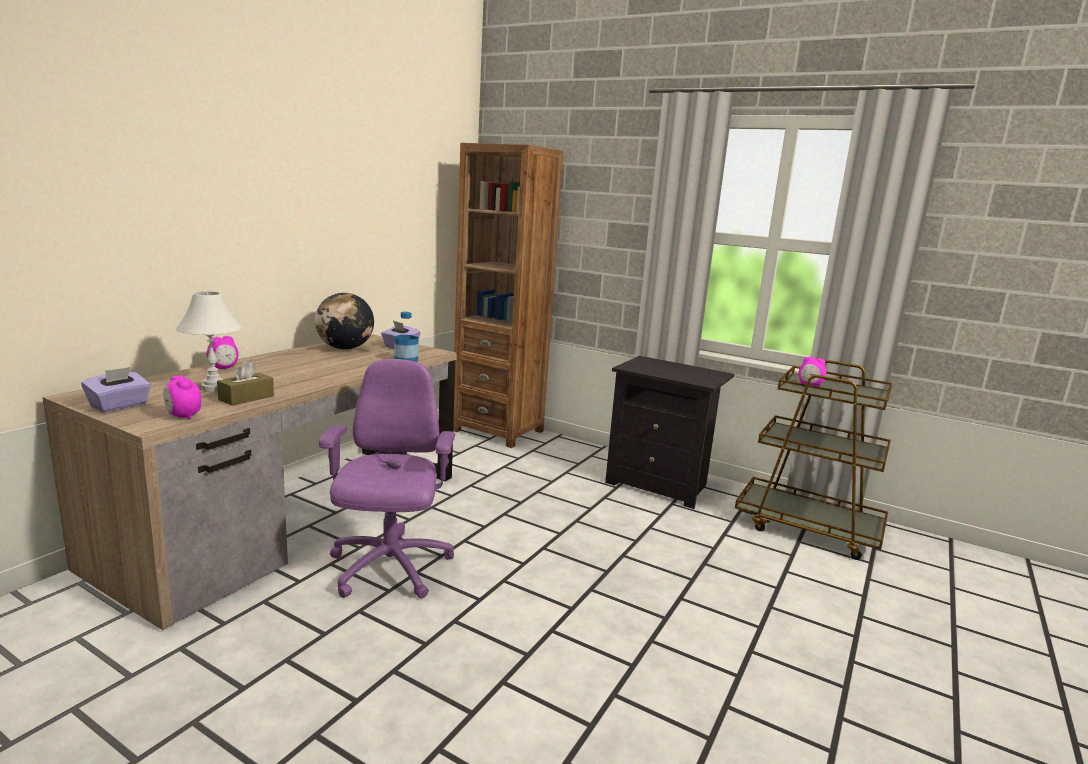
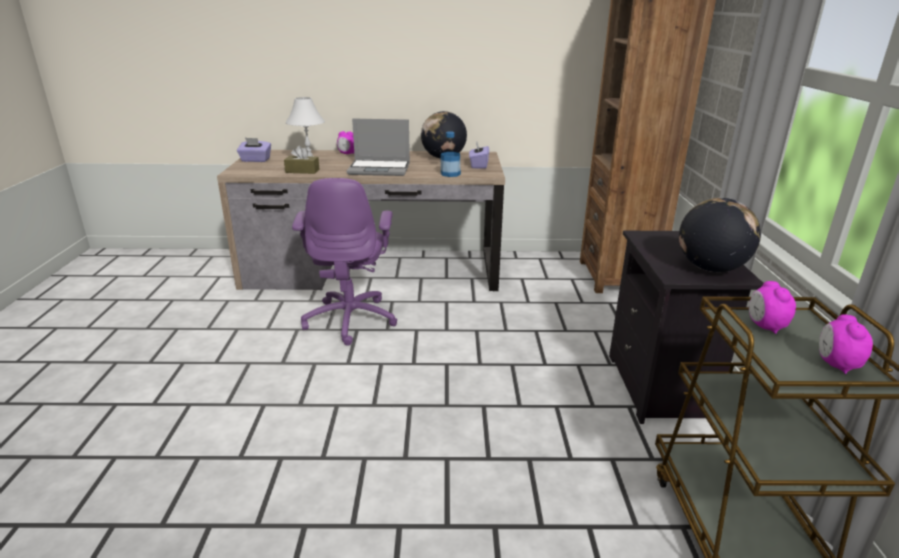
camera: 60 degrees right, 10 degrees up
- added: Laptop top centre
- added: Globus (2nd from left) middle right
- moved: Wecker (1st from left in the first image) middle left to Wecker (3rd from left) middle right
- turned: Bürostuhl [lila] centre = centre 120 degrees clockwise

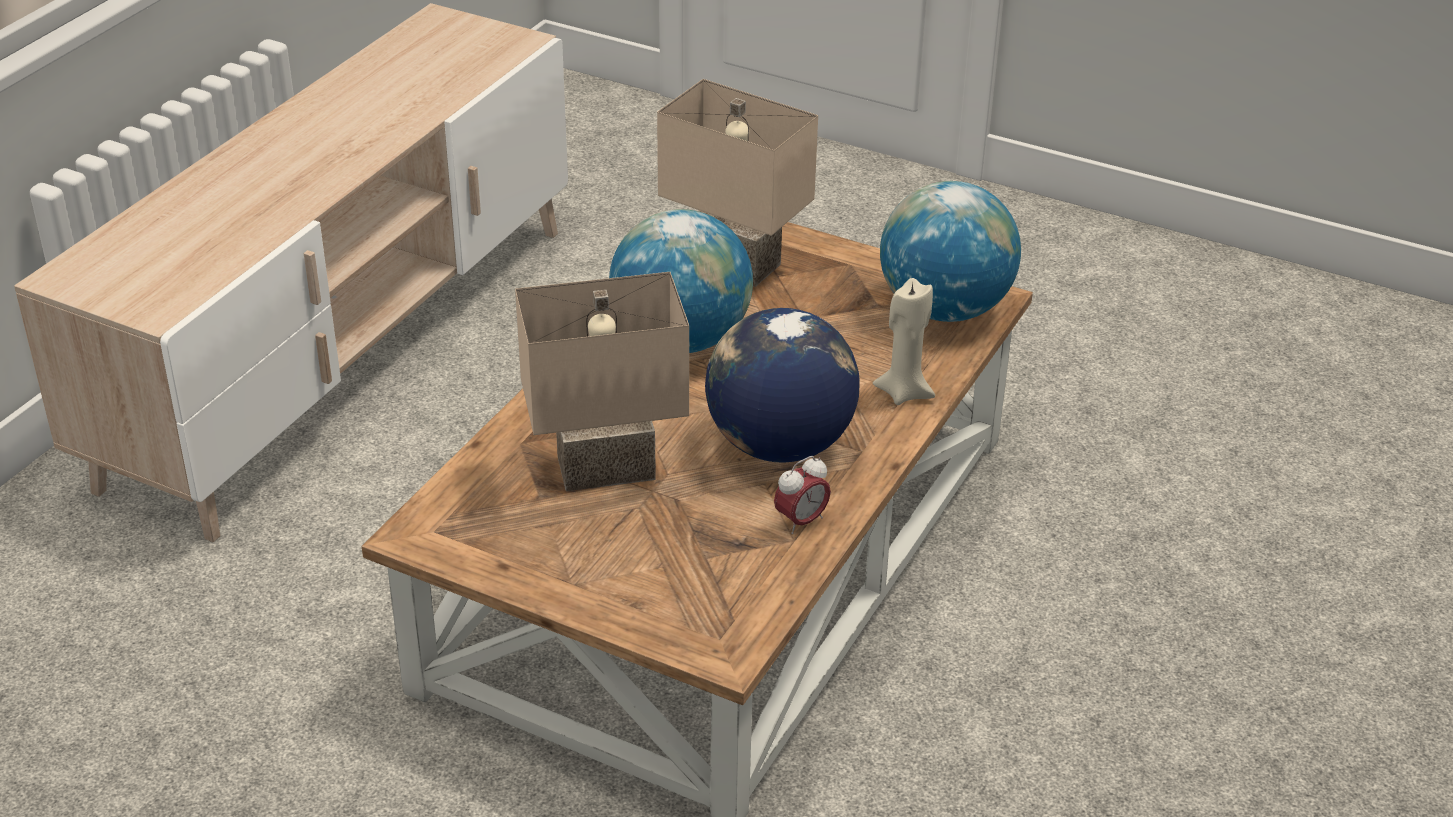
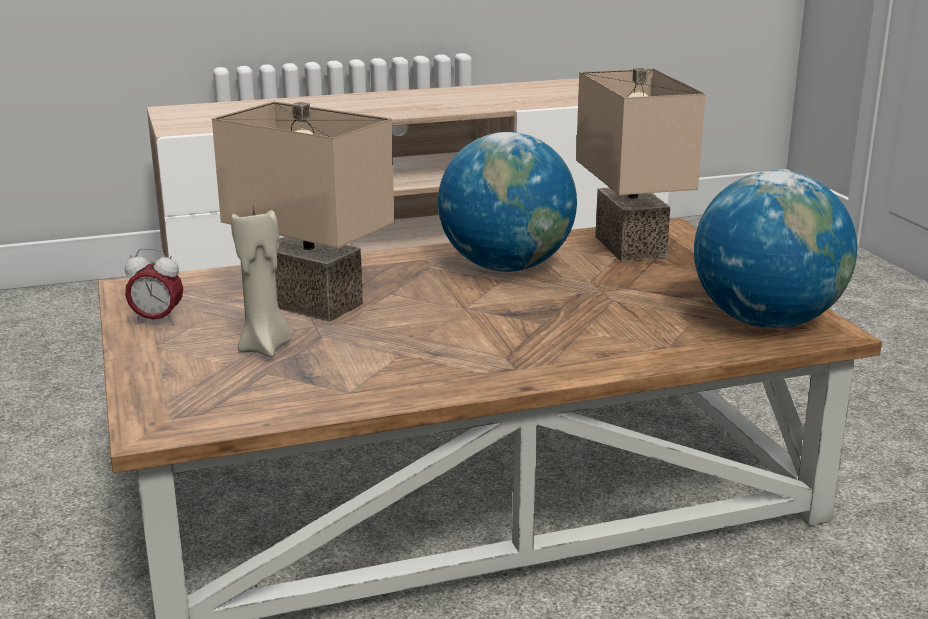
camera: 45 degrees right, 15 degrees down
- removed: Globus (2nd from left) centre
- moved: Wecker centre to middle left
- moved: Kerze [beige] centre to middle left

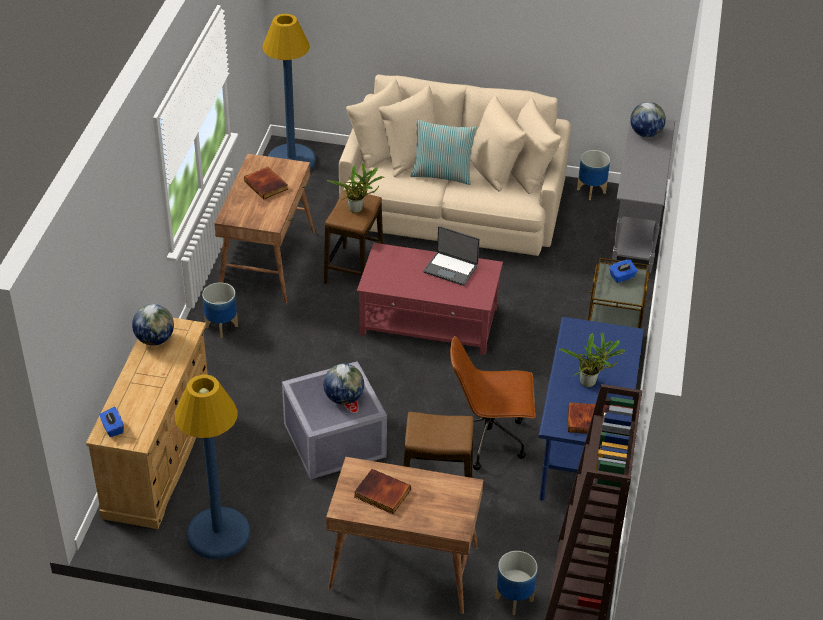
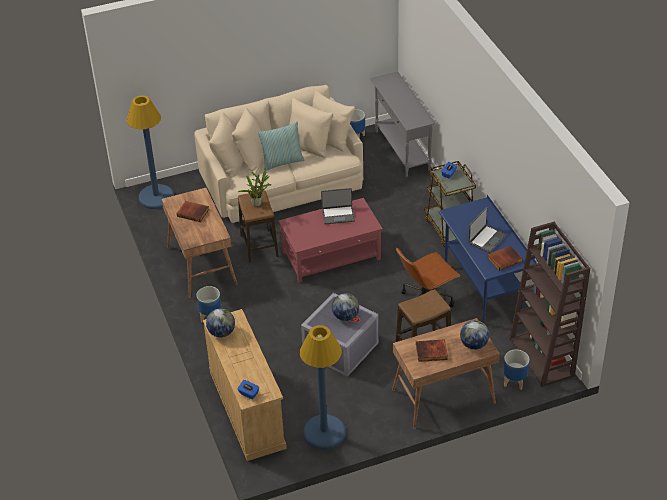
camera: 30 degrees left, 0 degrees up
- moved: Globus (3rd from left) top right to bottom right
- replaced: Topfpflanze (2nd from left) middle right to Laptop (2nd from left) middle right

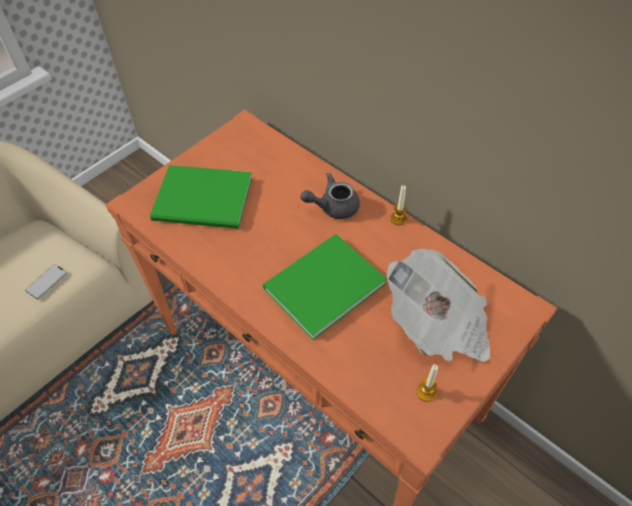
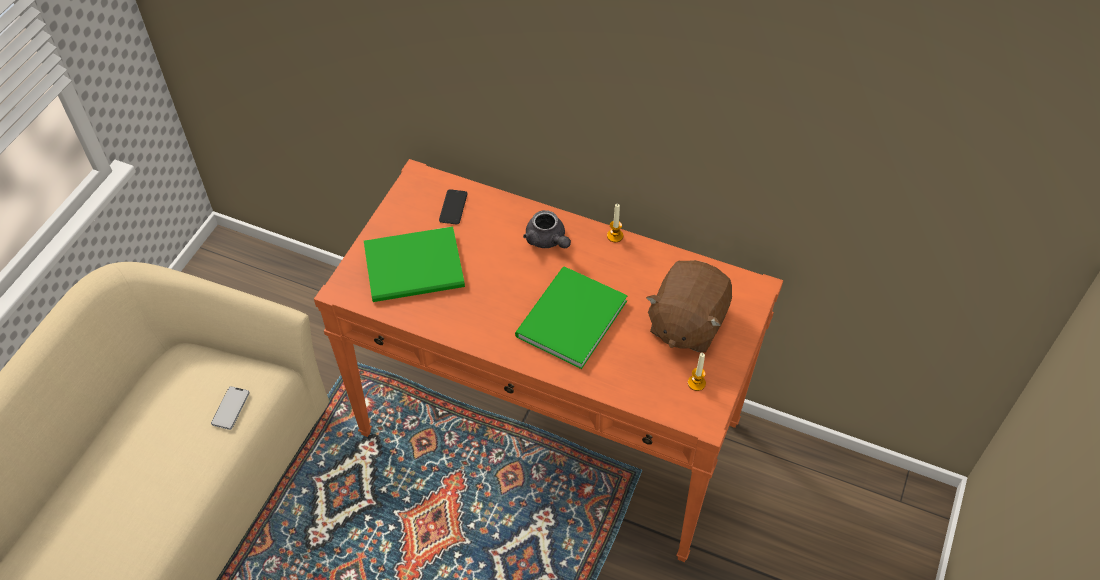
camera: 20 degrees left, 0 degrees up
- added: Handy (2nd from left) centre
- replaced: Zeitung middle right to Plüschtier [braun] centre
- turned: Teekanne [grau] centre = centre 90 degrees counterclockwise

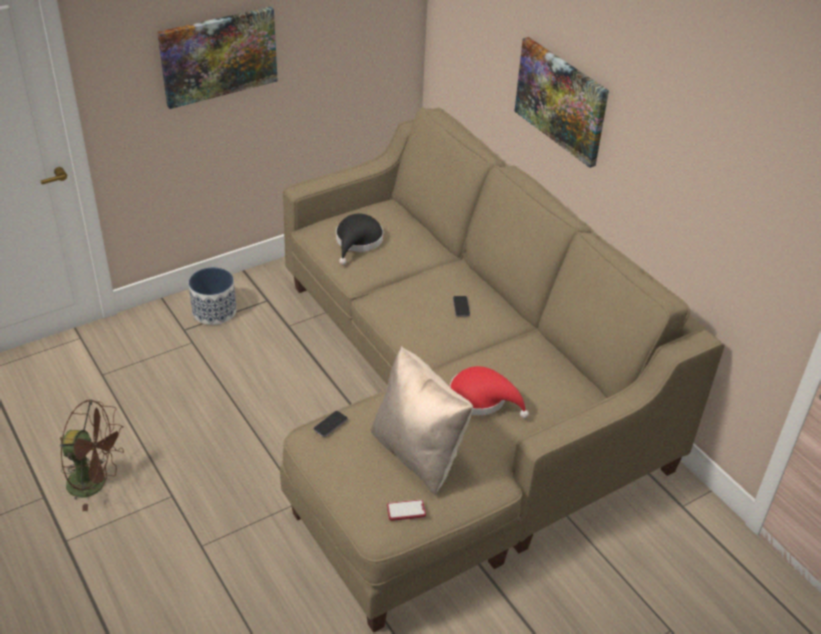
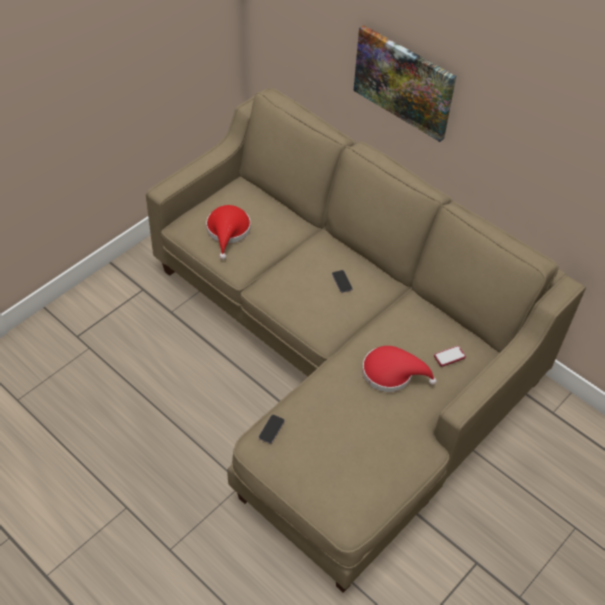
camera: 15 degrees left, 10 degrees up
- removed: Ventilator [braun] bottom left
- removed: Bild (1st from left) top left
- removed: Pflanzkübel middle left
- removed: Kissen [beige] centre
- moved: Handy (2nd from left in the first image) bottom centre to Handy (3rd from left) middle right
- recoloured: Hut [schwarz] centre to Hut [rot] (1st from left) centre

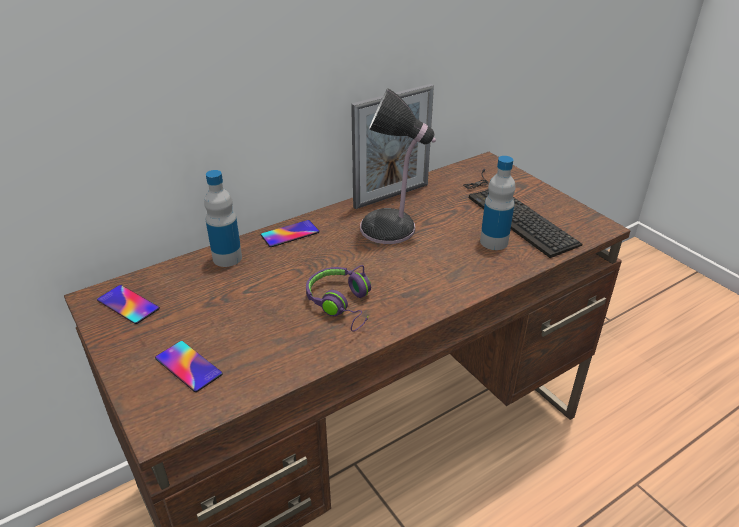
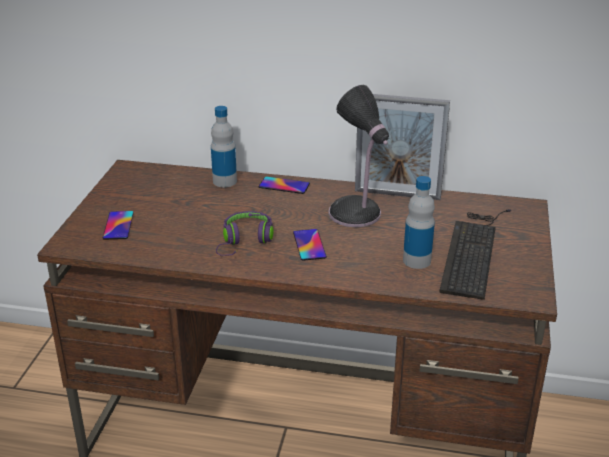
camera: 45 degrees right, 5 degrees down
- moved: Handy (1st from left in the first image) middle left to Handy (3rd from left) centre

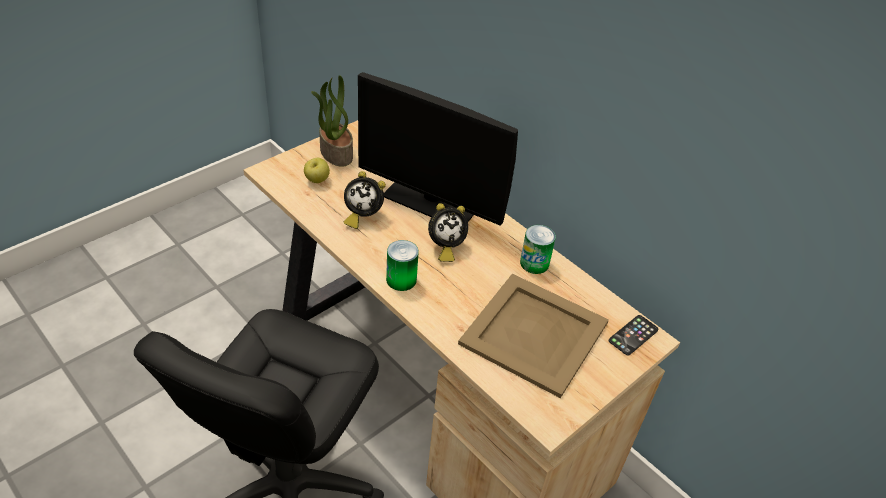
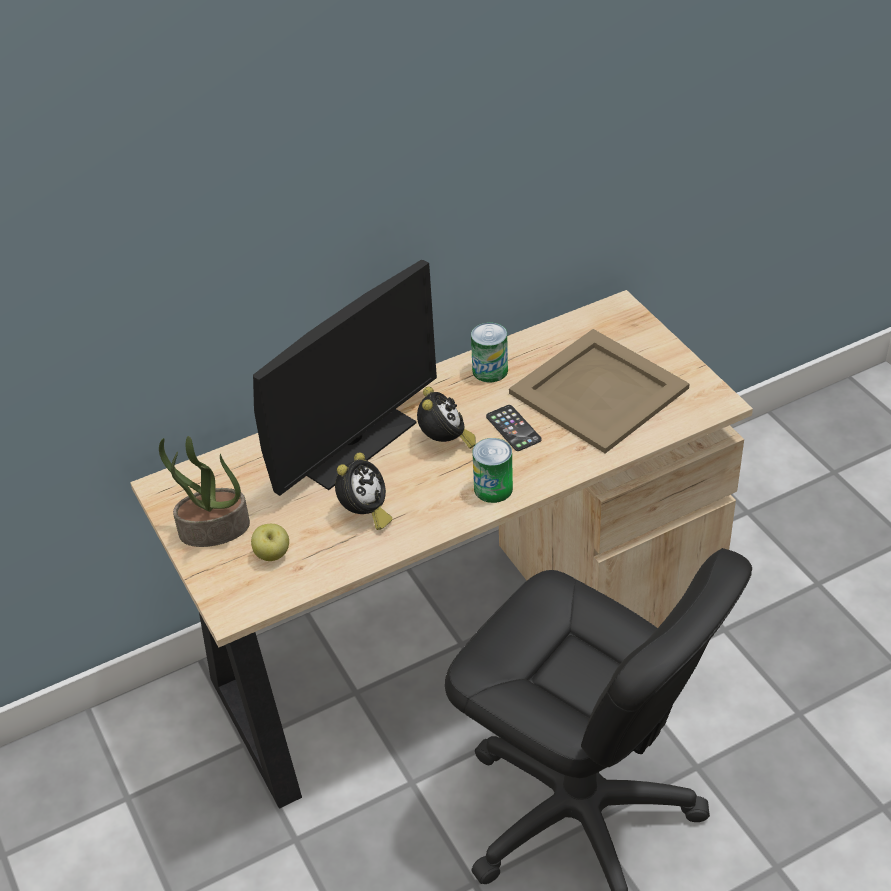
camera: 70 degrees left, 0 degrees up
- moved: Handy bottom right to centre

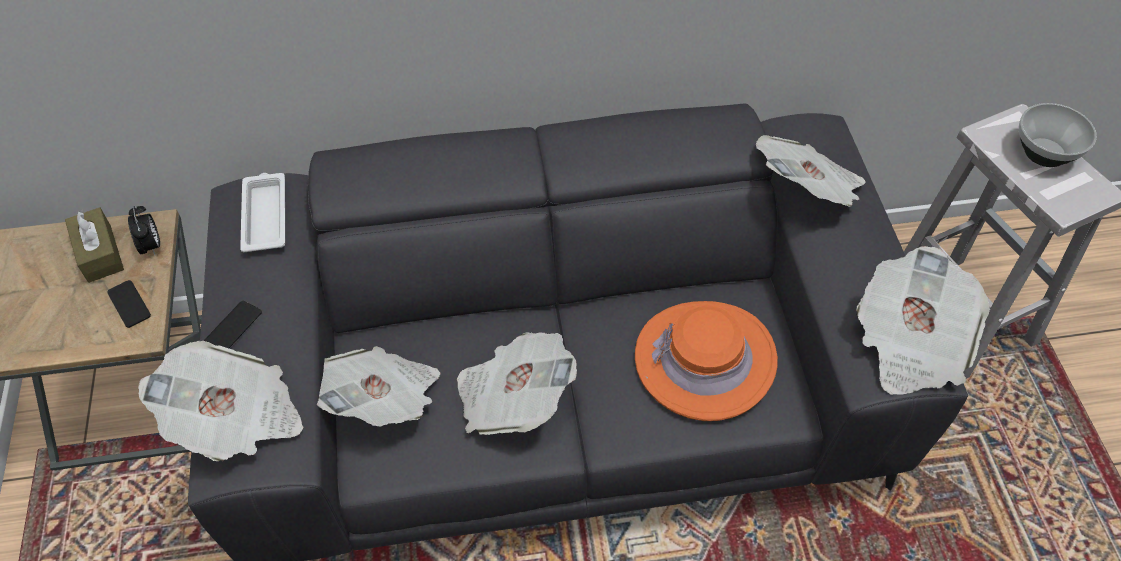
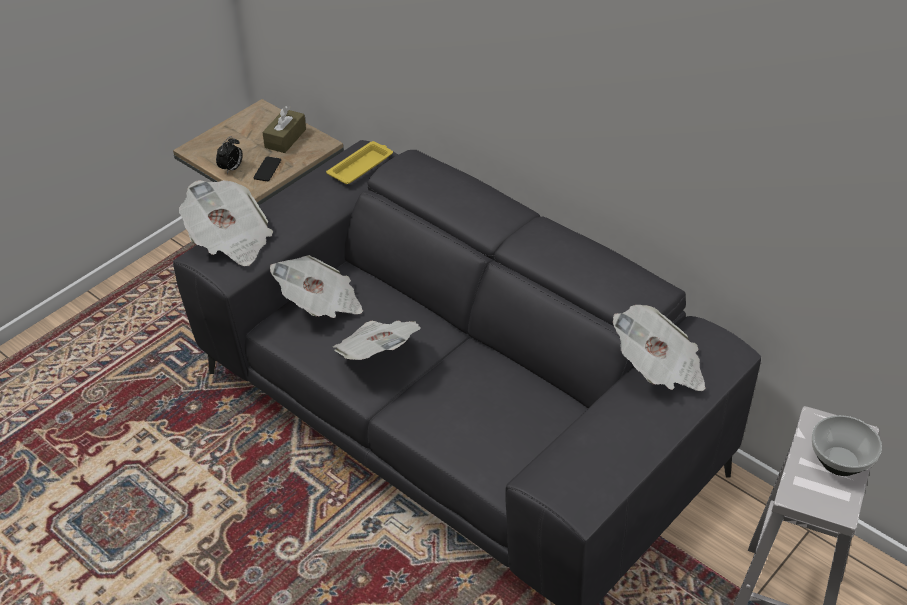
camera: 50 degrees right, 10 degrees down
- removed: Handy (2nd from left) middle left
- removed: Hut [orange] centre
- removed: Zeitung (5th from left) middle right
- moved: Wecker middle left to top left
- recoloured: Tablett [weiß] middle left to Tablett [gelb] top centre

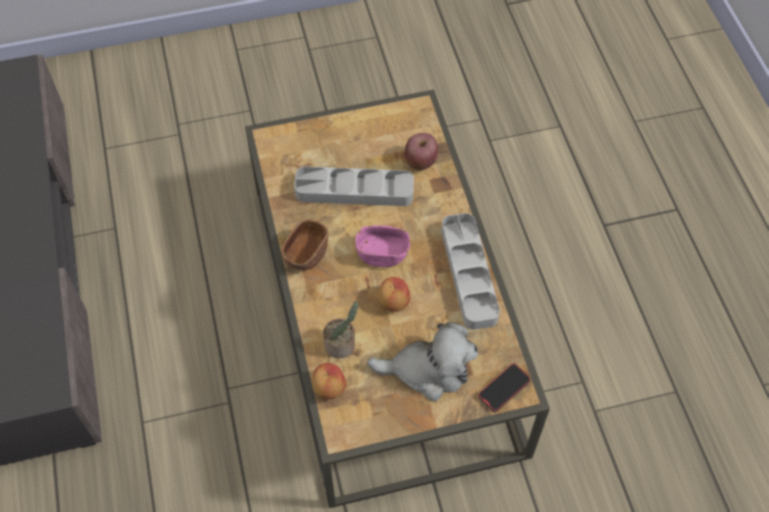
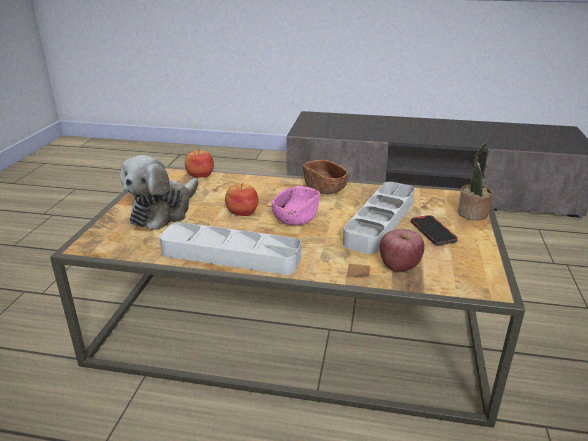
camera: 115 degrees right, 30 degrees down
- moved: Topfpflanze centre to middle right
- moved: Handy bottom centre to middle right

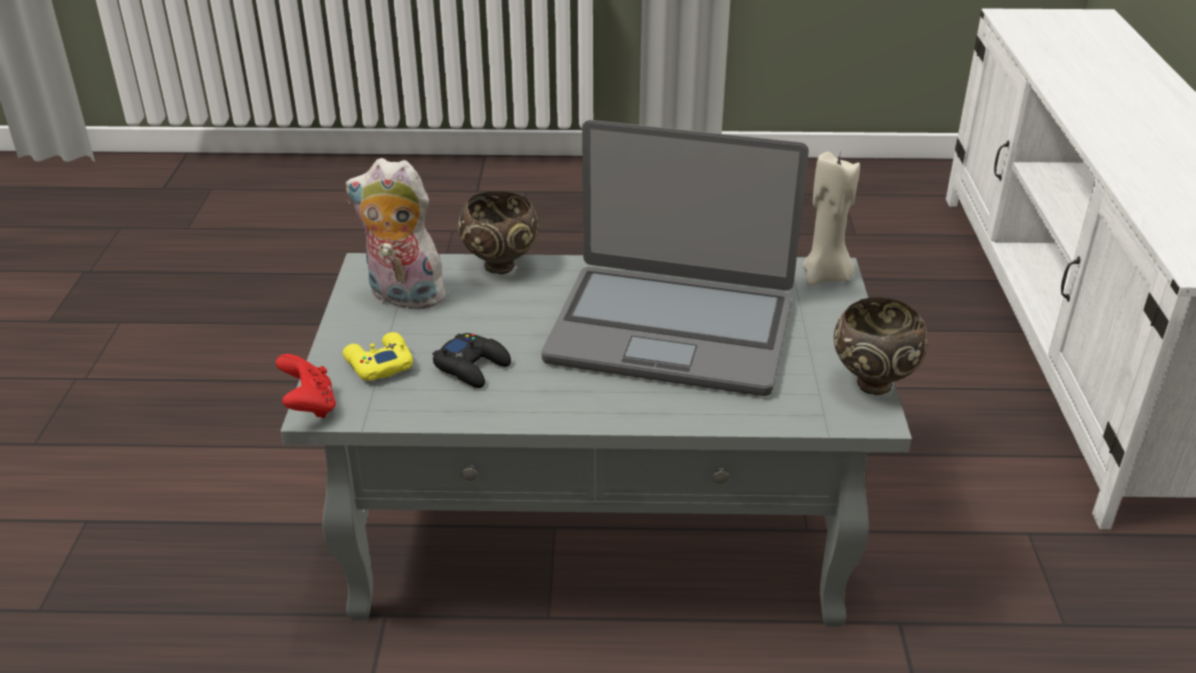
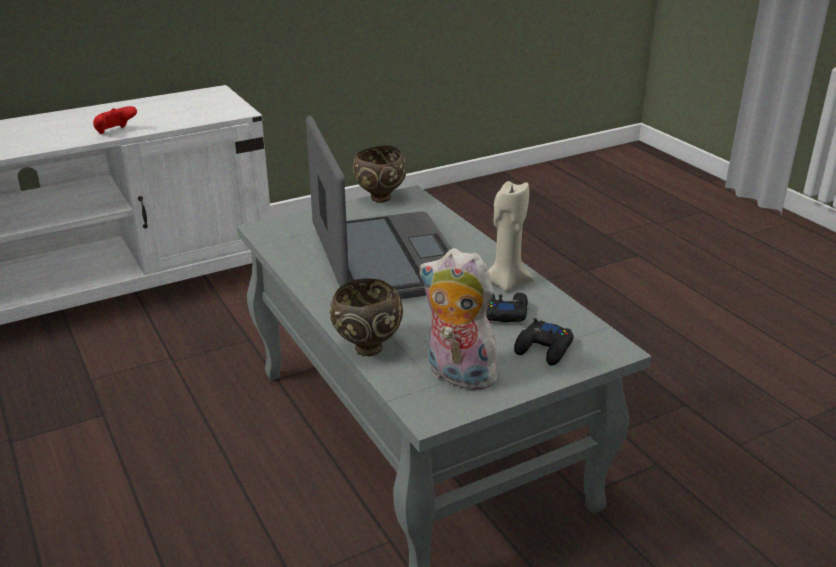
camera: 120 degrees left, 5 degrees down
- moved: Gamepad [rot] middle left to top left
- moved: Kerze [beige] top right to centre
- recoloured: Gamepad [gelb] middle left to Gamepad [schwarz] (2nd from left) centre
- turned: Plüschtier middle left = centre 135 degrees clockwise

